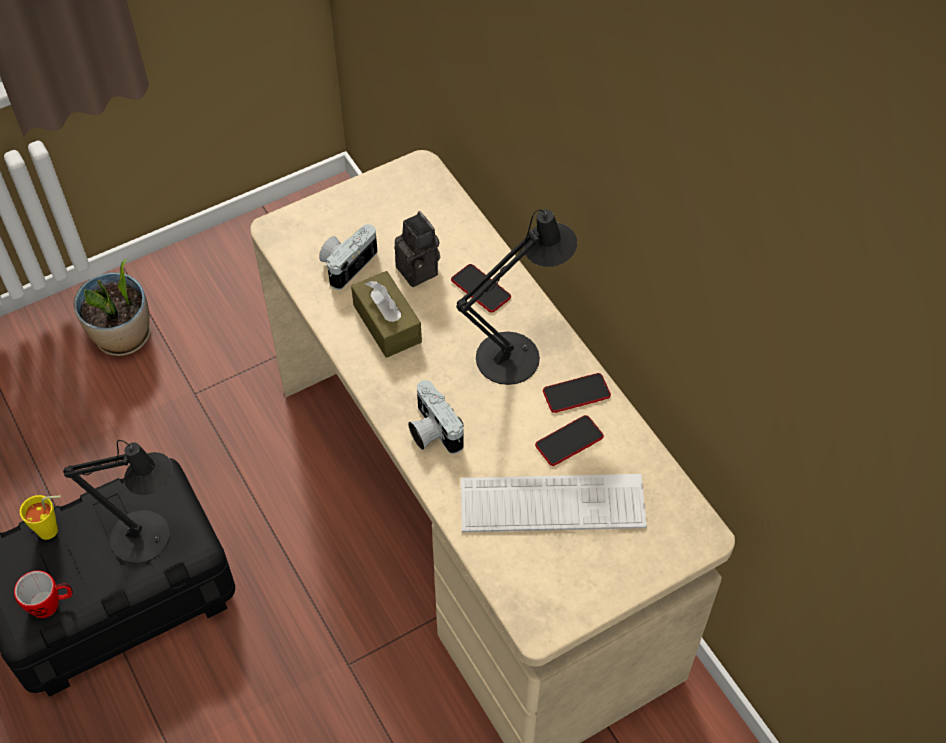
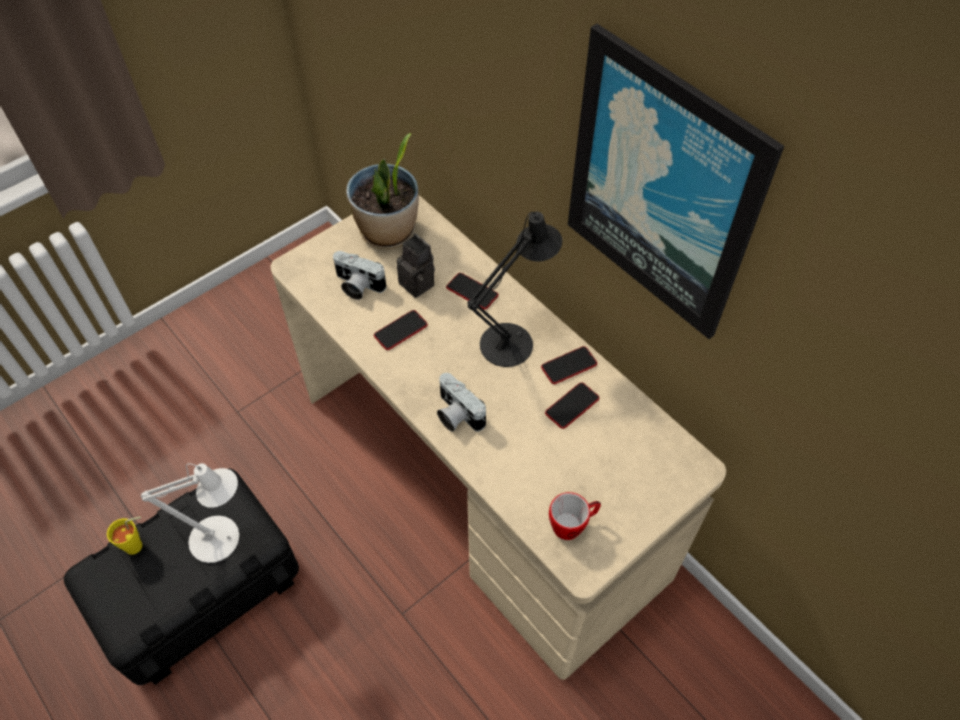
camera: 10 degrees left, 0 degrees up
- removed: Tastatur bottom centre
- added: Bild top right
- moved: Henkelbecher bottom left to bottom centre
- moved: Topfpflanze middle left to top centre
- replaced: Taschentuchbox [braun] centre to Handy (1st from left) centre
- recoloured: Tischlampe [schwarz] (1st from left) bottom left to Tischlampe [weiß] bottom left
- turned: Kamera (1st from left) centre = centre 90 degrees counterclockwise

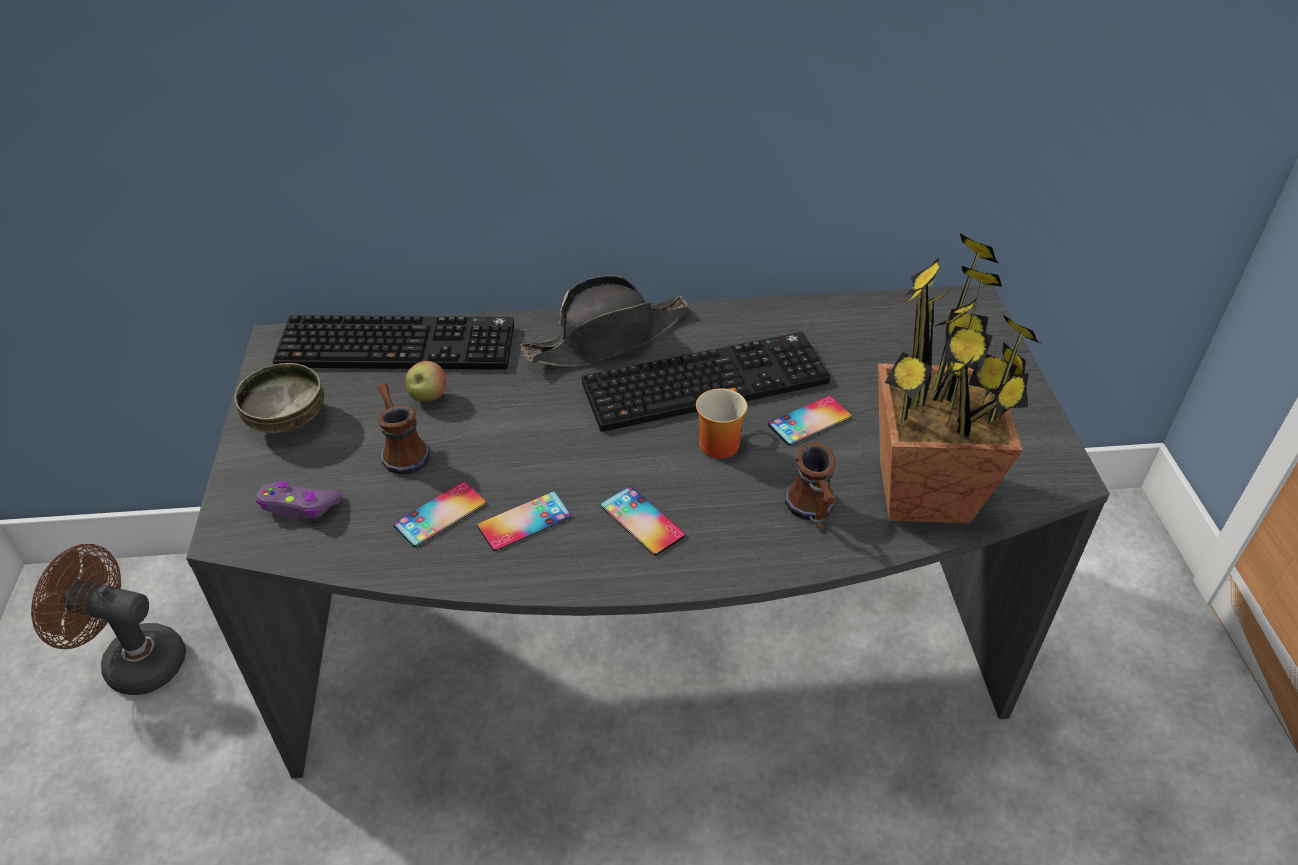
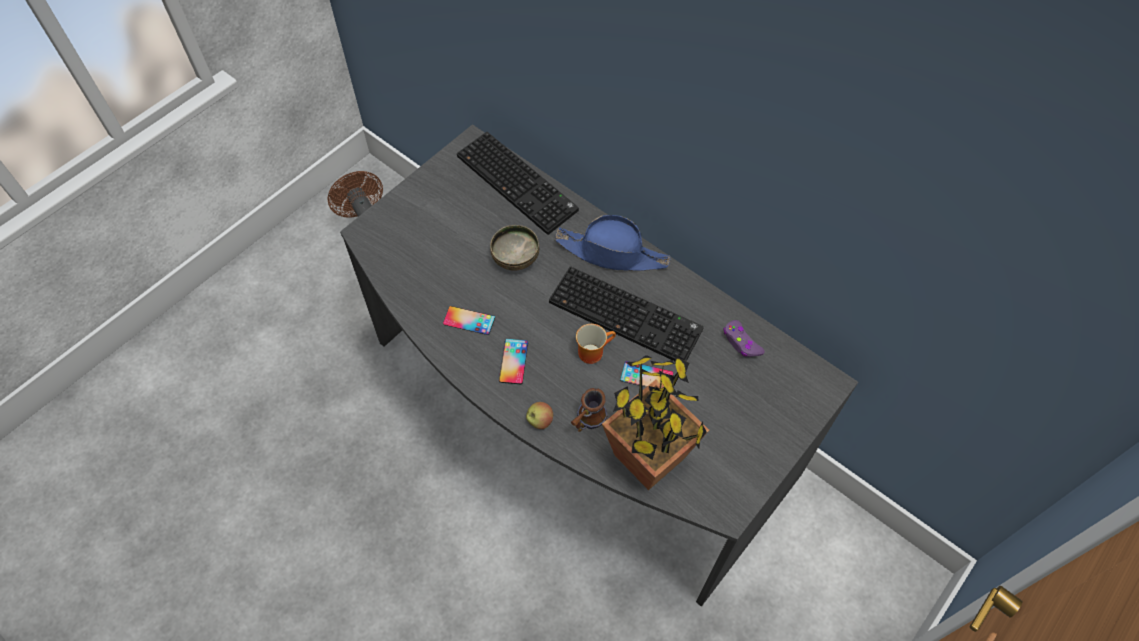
camera: 45 degrees right, 15 degrees up
- removed: Henkelbecher (1st from left) middle left
- removed: Handy (1st from left) centre
- moved: Schüssel middle left to centre
- moved: Gamepad [lila] middle left to centre
- moved: Apfel middle left to centre
- recoloured: Hut [schwarz] centre to Hut [blau] centre

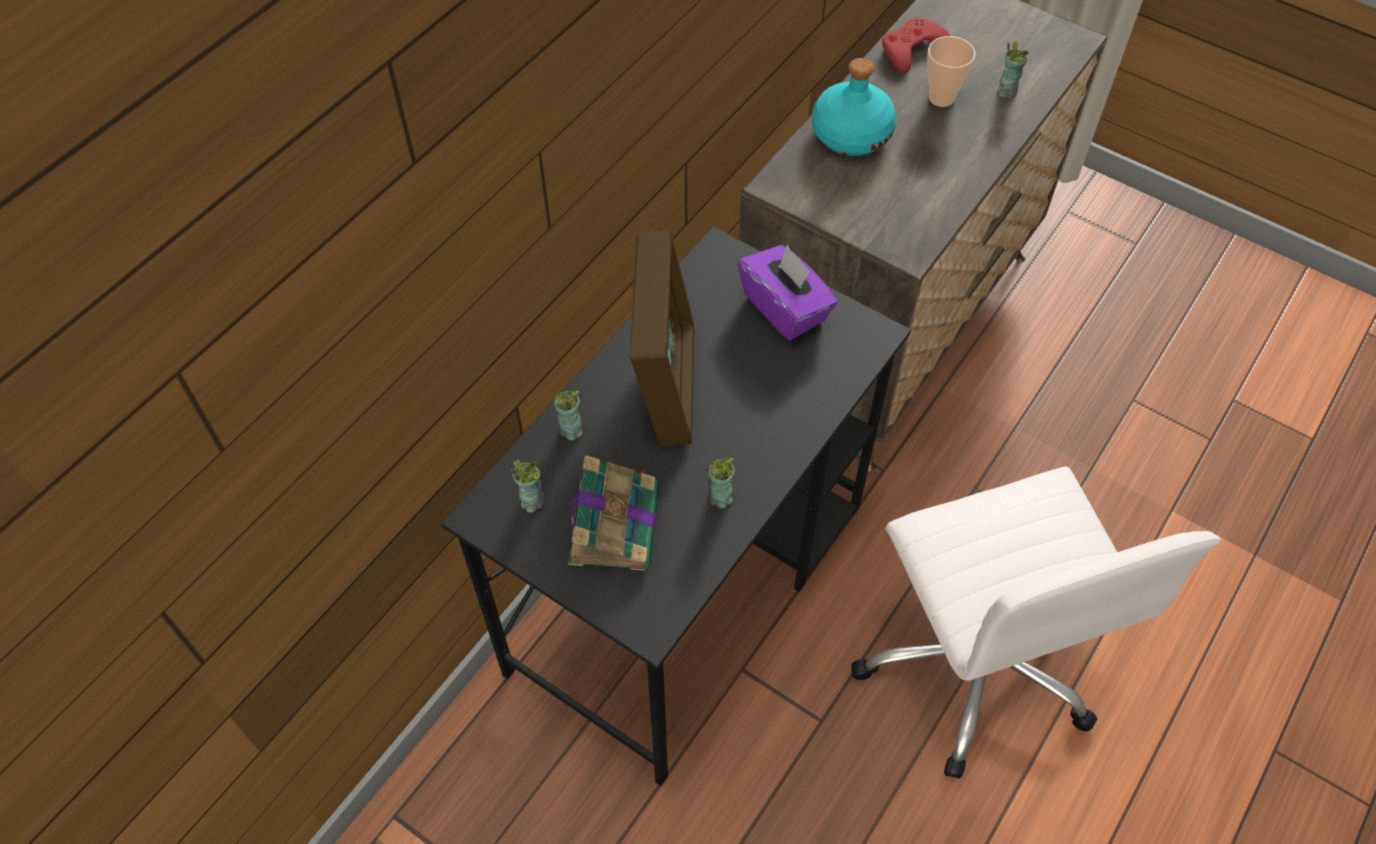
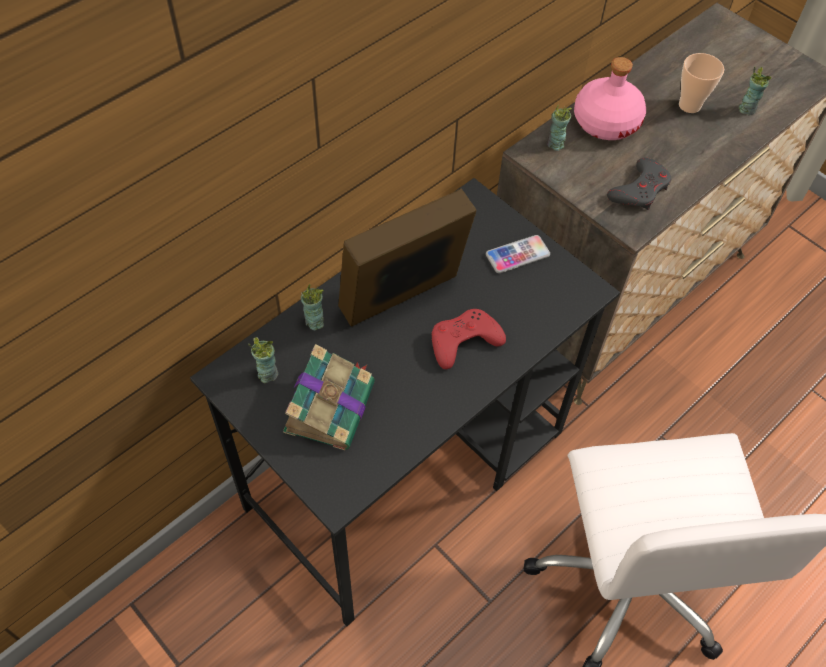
camera: 10 degrees right, 0 degrees up
- added: Gamepad [grau] top right
- moved: Tasse (3rd from left) centre to top right
- moved: Gamepad [rot] top centre to centre
- replaced: Taschentuchbox [lila] centre to Handy centre
- recoloured: Flasche [türkis] top centre to Flasche [rosa] top right
- turned: Bilderrahmen centre = centre 135 degrees counterclockwise

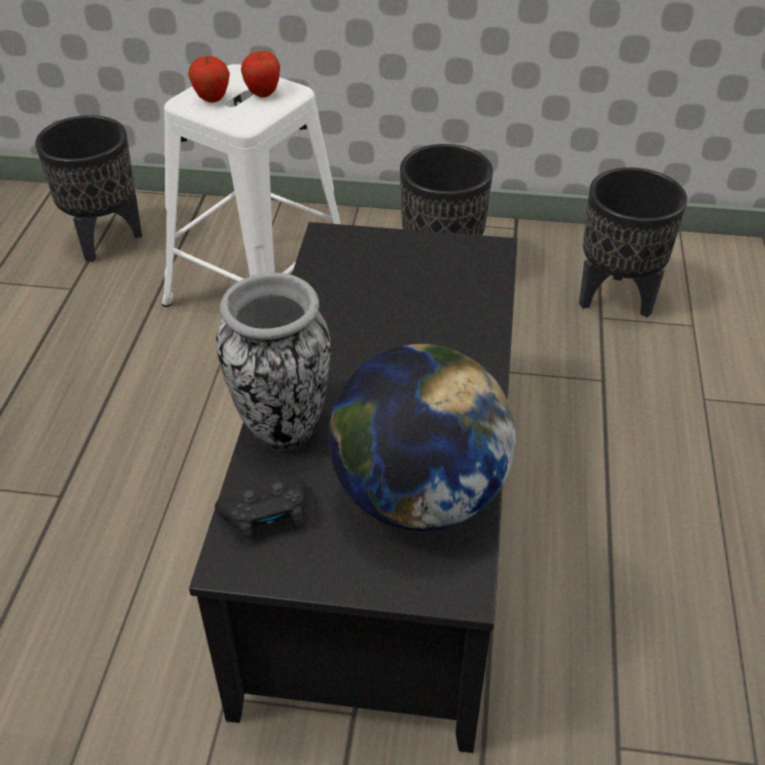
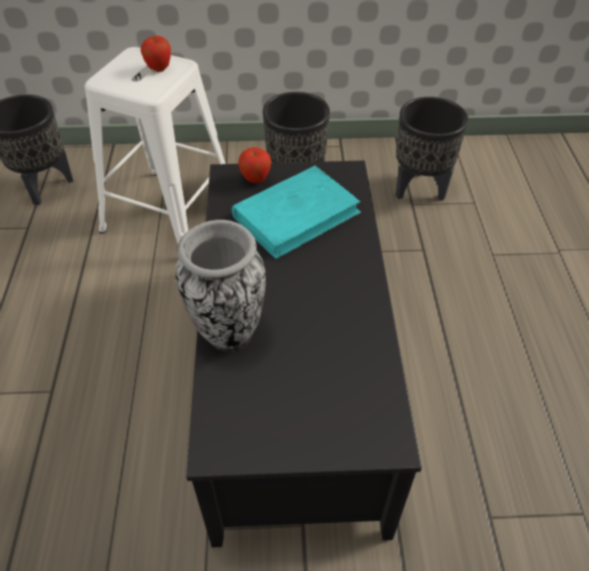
camera: 10 degrees left, 5 degrees up
- removed: Gamepad [schwarz] centre
- removed: Globus centre
- added: Buch [türkis] centre
- moved: Apfel (1st from left in the first image) top left to Apfel (2nd from left) top centre

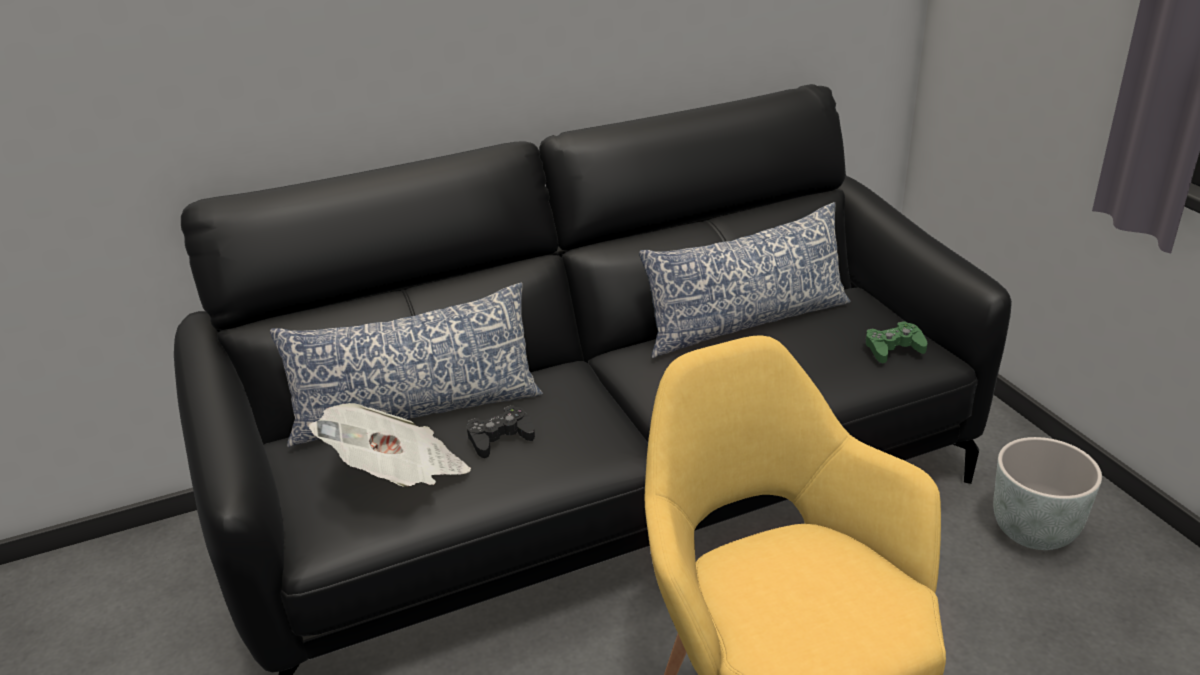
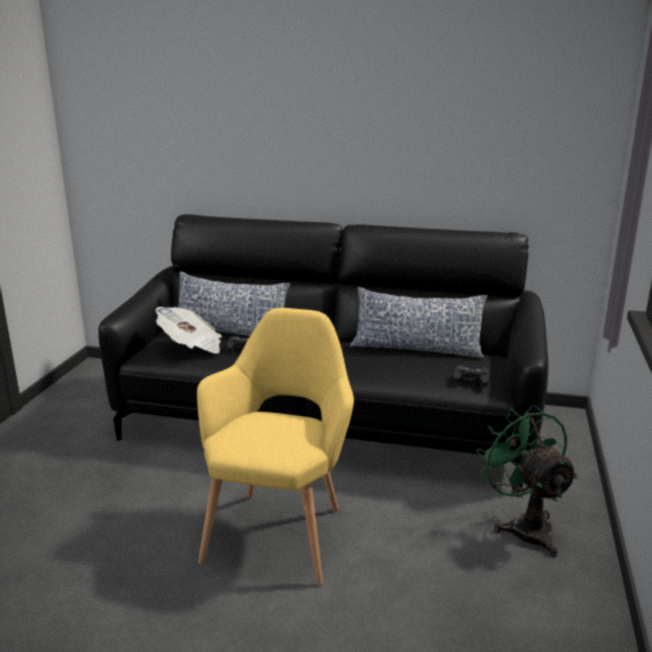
camera: 35 degrees right, 10 degrees down
- replaced: Pflanzkübel [grau] bottom right to Ventilator [grün] bottom right
- recoloured: Gamepad [grün] middle right to Gamepad [schwarz] (2nd from left) middle right

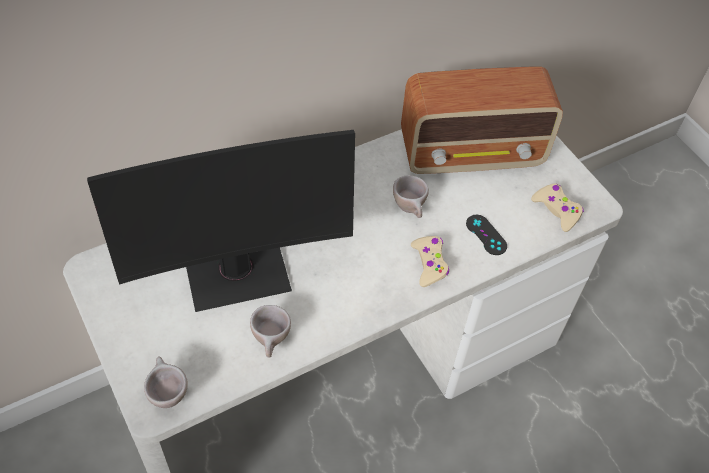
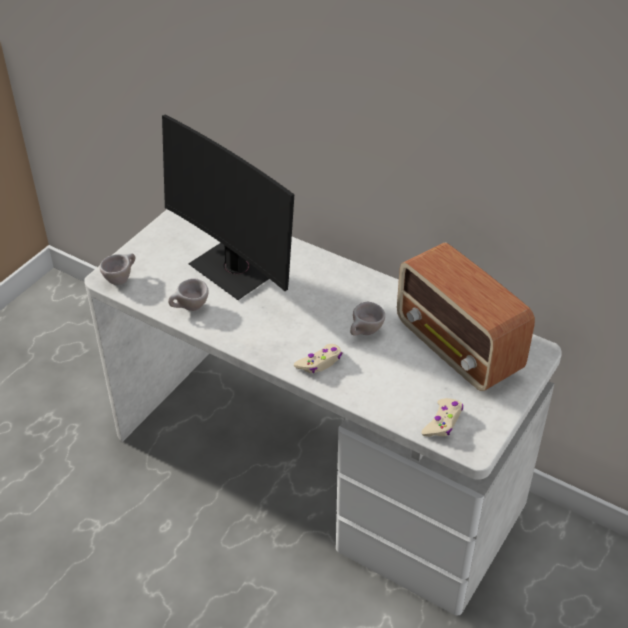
camera: 65 degrees right, 10 degrees down
- removed: Gamepad [schwarz] middle right

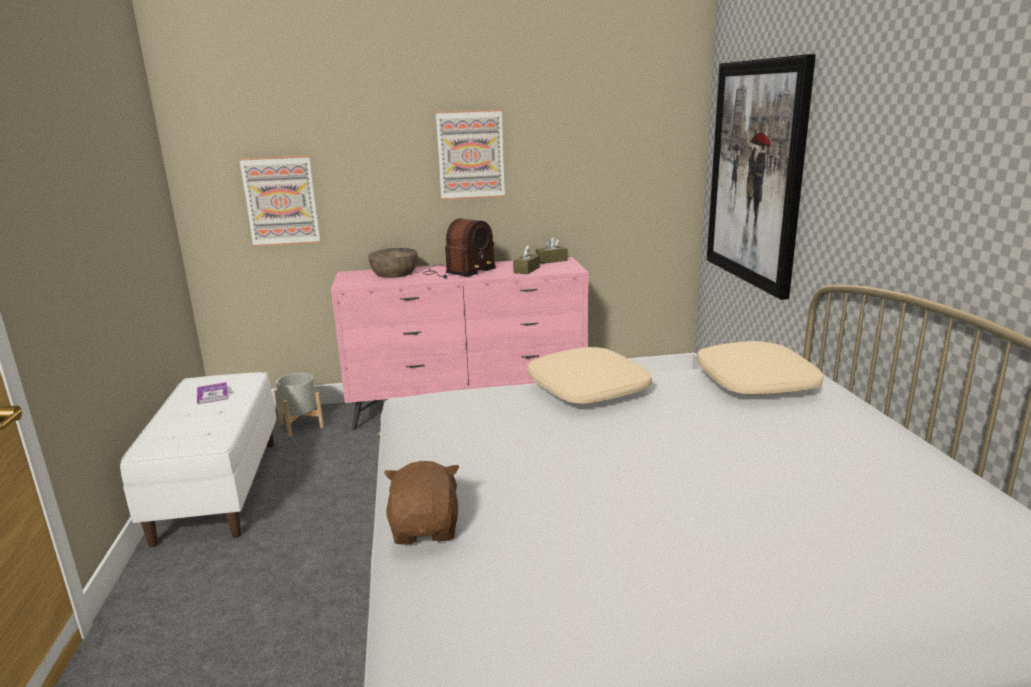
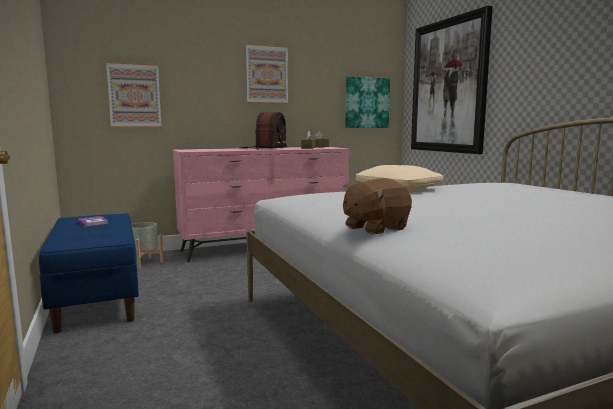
camera: 15 degrees left, 10 degrees down
- removed: Schüssel [braun] centre
- removed: Kissen [beige] (2nd from left) middle right
- added: Bild (3rd from left) top centre
- recoloured: Bank [weiß] bottom left to Bank [blau] bottom left
- turned: Plüschtier [braun] bottom centre = centre 105 degrees counterclockwise

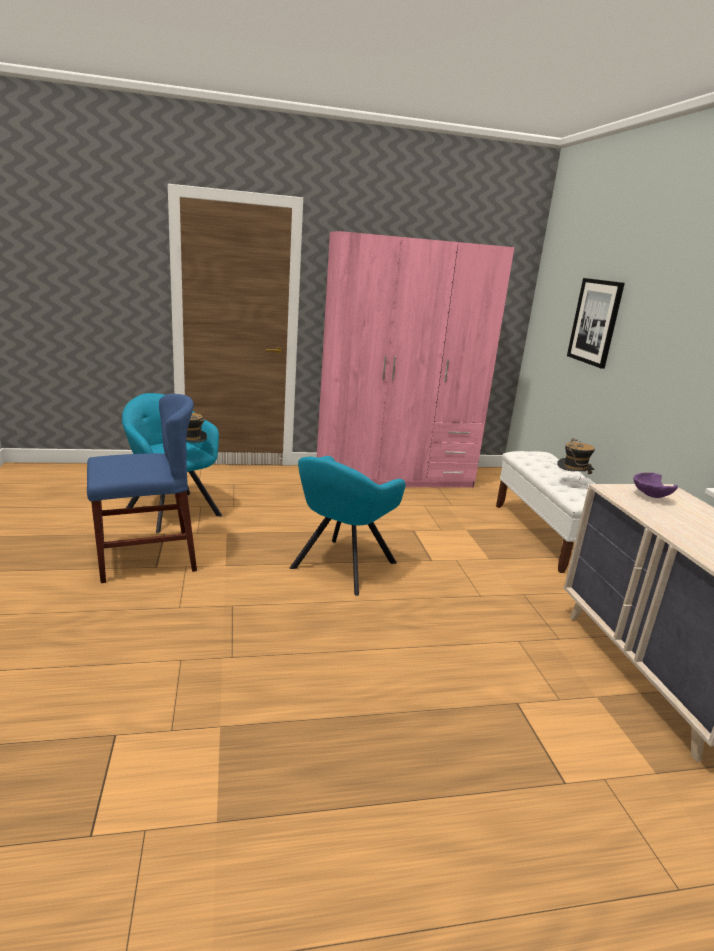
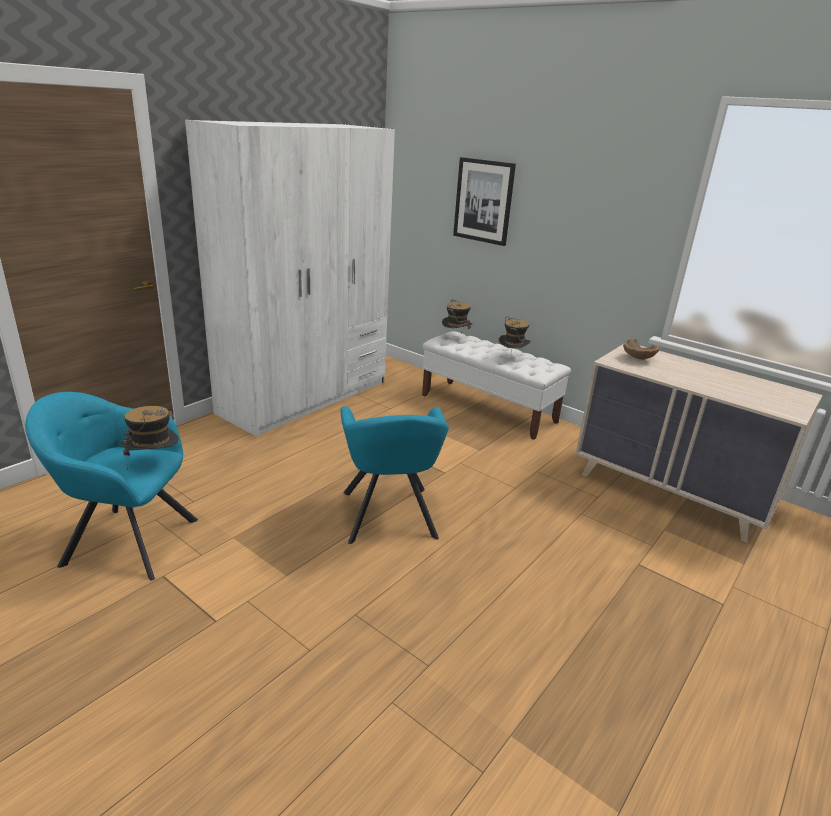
camera: 40 degrees left, 5 degrees up
- removed: Stuhl [blau] middle left
- added: Hut (2nd from left) centre
- recoloured: Kleiderschrank [rosa] centre to Kleiderschrank [weiß] centre
- recoloured: Schüssel [lila] middle right to Schüssel [braun] middle right

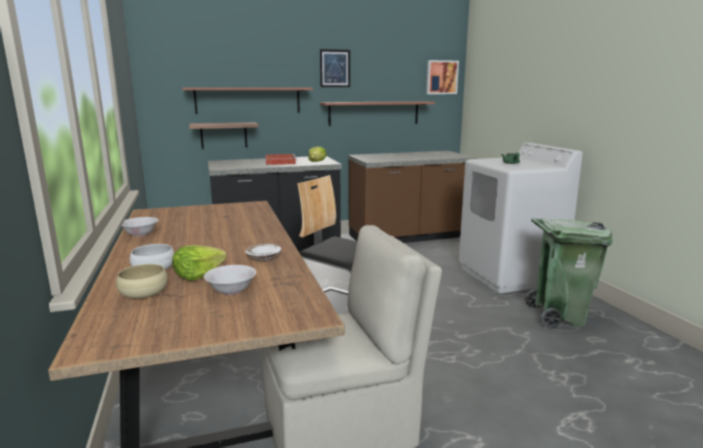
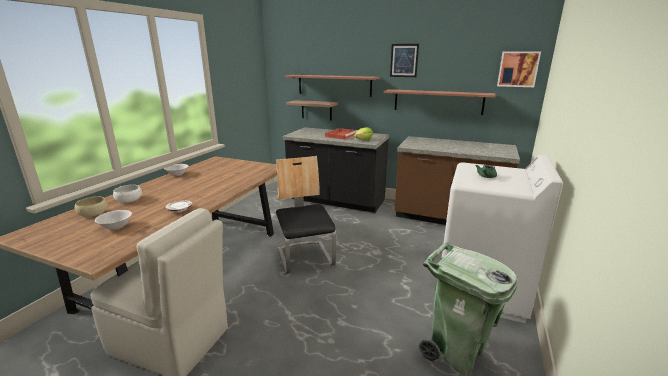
camera: 40 degrees right, 5 degrees up
- removed: Salatkopf (1st from left) middle left

